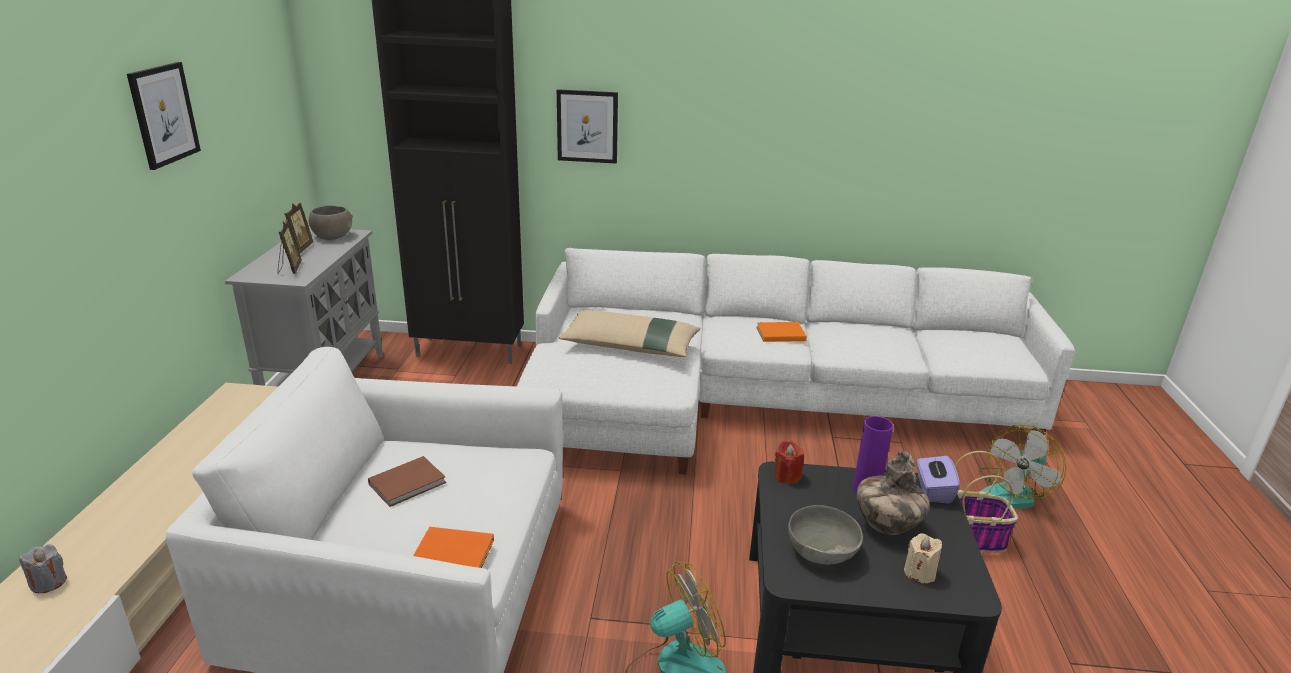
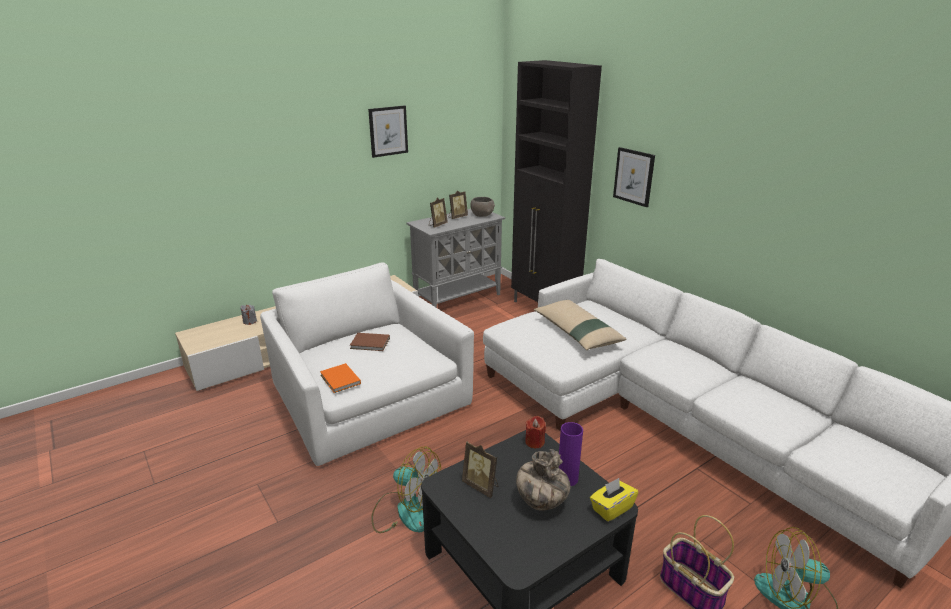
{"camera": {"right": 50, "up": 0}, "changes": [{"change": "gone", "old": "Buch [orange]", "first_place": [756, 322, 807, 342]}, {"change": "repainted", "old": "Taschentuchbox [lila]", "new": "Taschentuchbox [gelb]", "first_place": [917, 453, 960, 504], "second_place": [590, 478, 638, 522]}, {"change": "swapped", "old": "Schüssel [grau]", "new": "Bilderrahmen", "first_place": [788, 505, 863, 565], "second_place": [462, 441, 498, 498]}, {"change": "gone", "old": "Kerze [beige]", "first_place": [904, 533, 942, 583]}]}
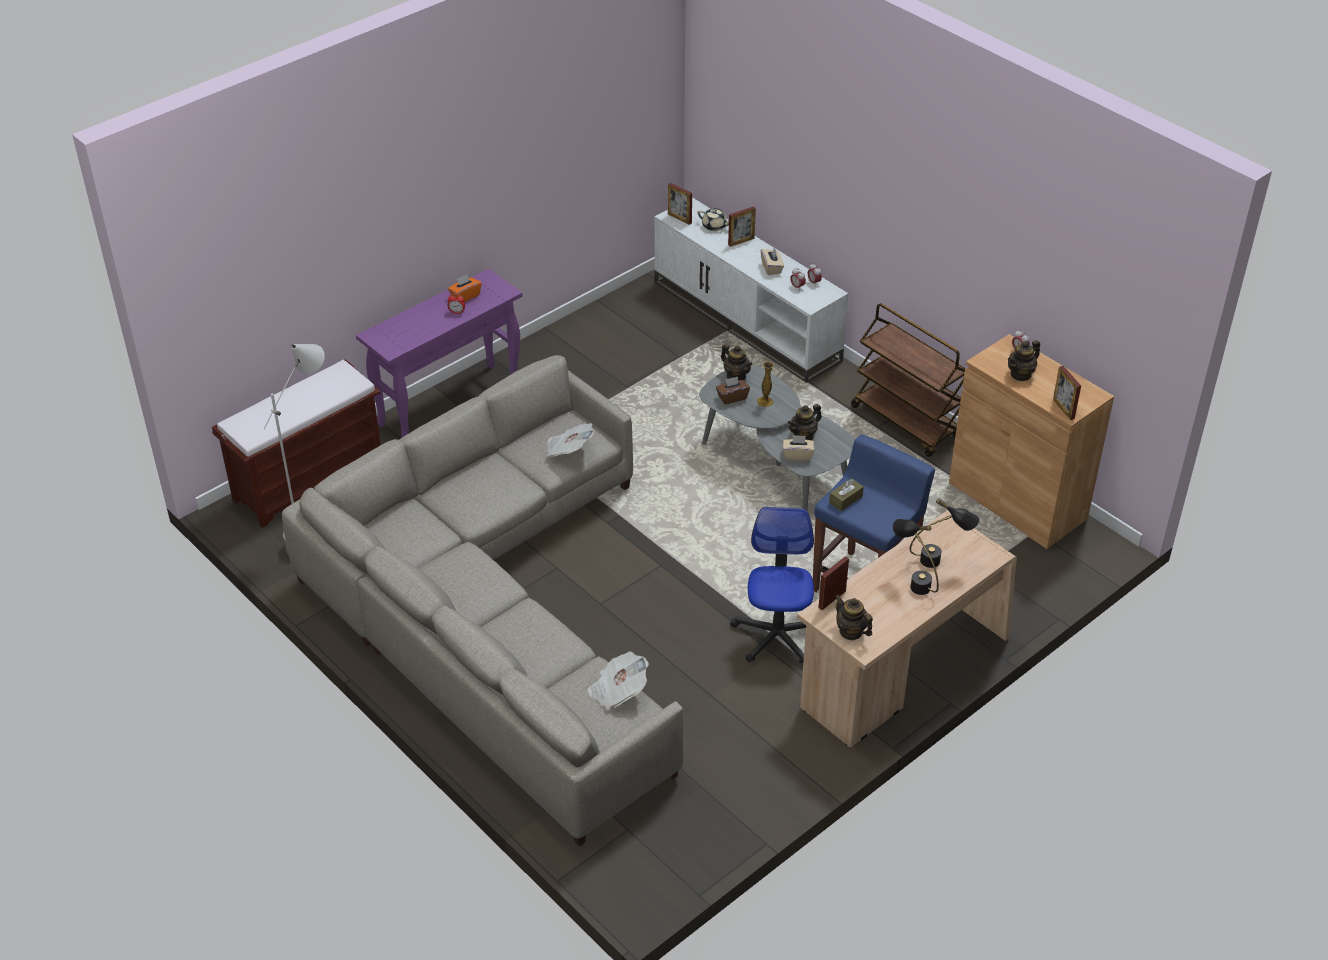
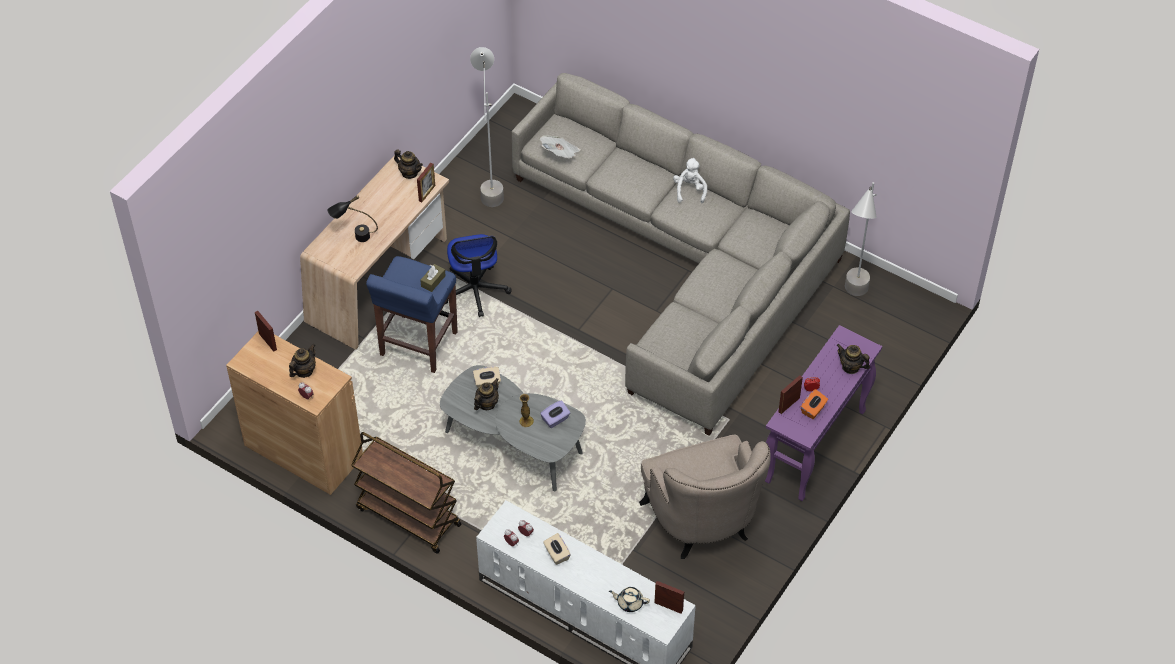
{"camera": {"right": 165, "up": 10}, "changes": [{"change": "shifted", "old": "Bilderrahmen", "first_place": [728, 206, 756, 247], "second_place": [779, 375, 803, 414]}, {"change": "shifted", "old": "Teekanne", "first_place": [721, 344, 753, 380], "second_place": [836, 344, 870, 374]}, {"change": "gone", "old": "Bank [braun]", "first_place": [212, 359, 381, 528]}, {"change": "repainted", "old": "Taschentuchbox [braun]", "new": "Taschentuchbox [lila]", "first_place": [716, 377, 750, 404], "second_place": [540, 400, 570, 428]}, {"change": "gone", "old": "Zeitung", "first_place": [546, 423, 594, 457]}, {"change": "gone", "old": "Tischlampe [schwarz]", "first_place": [892, 519, 939, 595]}, {"change": "new", "new": "Stehlampe [grau]", "second_place": [470, 47, 504, 207]}, {"change": "new", "new": "Plüschtier [weiß]", "second_place": [673, 158, 707, 203]}, {"change": "new", "new": "Sessel [beige]", "second_place": [639, 435, 771, 559]}]}
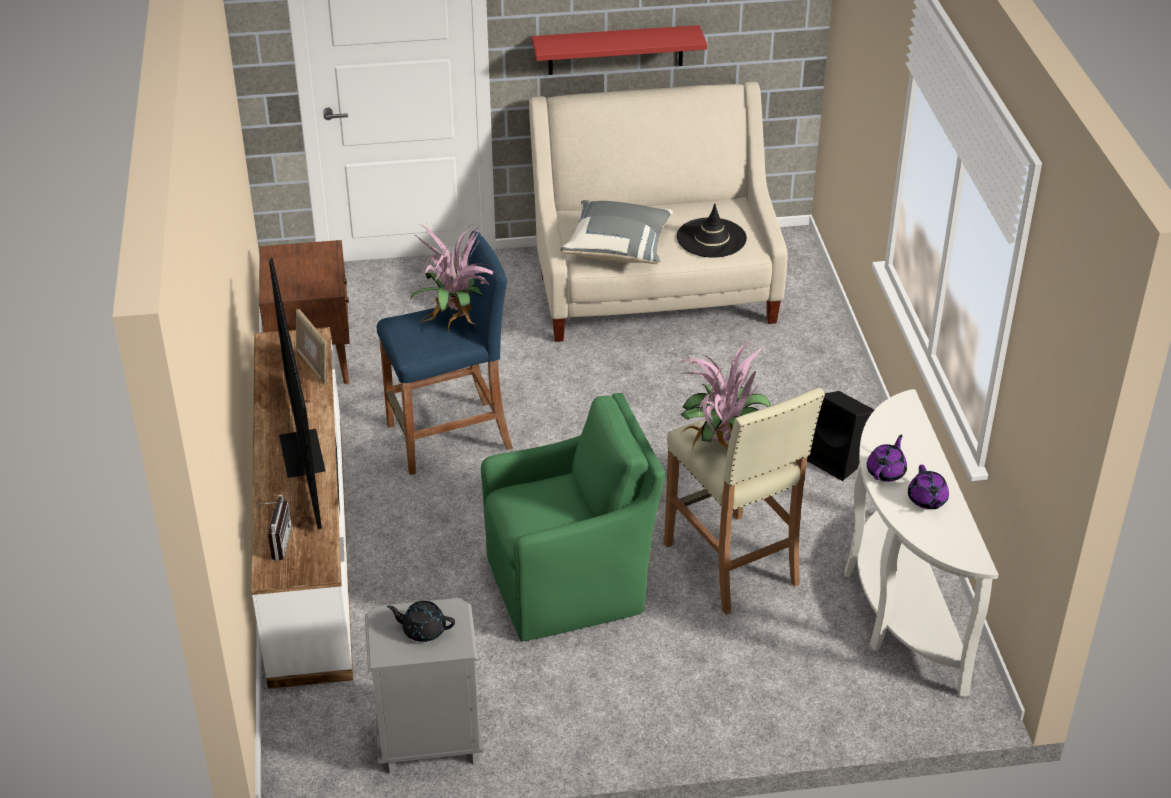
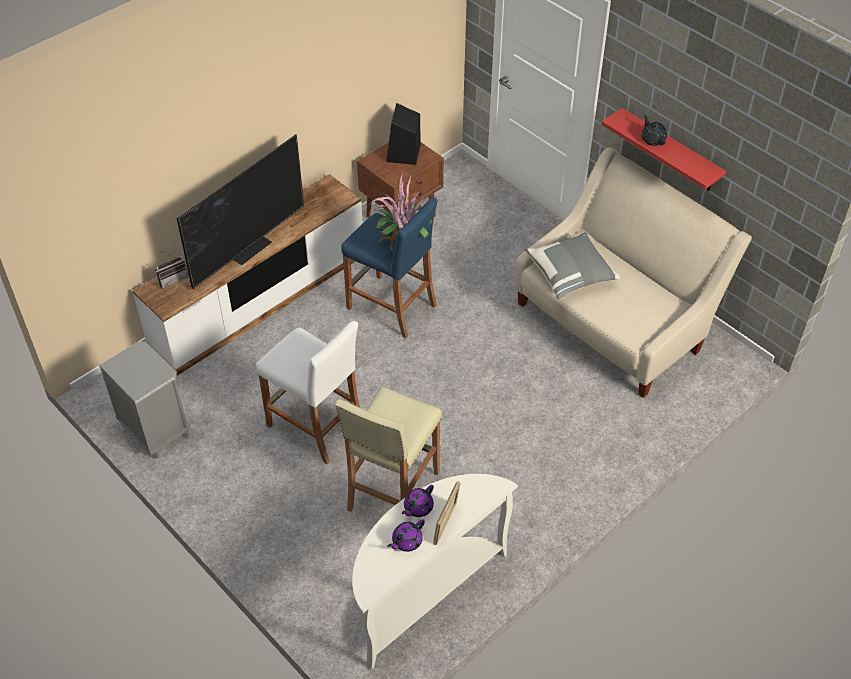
{"camera": {"right": 55, "up": 10}, "changes": [{"change": "gone", "old": "Hut [schwarz]", "first_place": [677, 204, 747, 258]}, {"change": "shifted", "old": "Bilderrahmen", "first_place": [296, 309, 327, 385], "second_place": [433, 481, 461, 545]}, {"change": "gone", "old": "Topfpflanze", "first_place": [679, 338, 770, 450]}, {"change": "shifted", "old": "Lautsprecher [schwarz]", "first_place": [807, 391, 874, 481], "second_place": [386, 103, 420, 165]}, {"change": "swapped", "old": "Sessel [grün]", "new": "Hocker [weiß]", "first_place": [481, 393, 665, 641], "second_place": [256, 320, 360, 464]}, {"change": "rotated", "old": "Teekanne [lila]", "first_place": [867, 434, 907, 482], "second_place": [402, 485, 434, 517], "degrees": 135}, {"change": "shifted", "old": "Teekanne [schwarz]", "first_place": [387, 601, 455, 642], "second_place": [641, 115, 667, 146]}]}
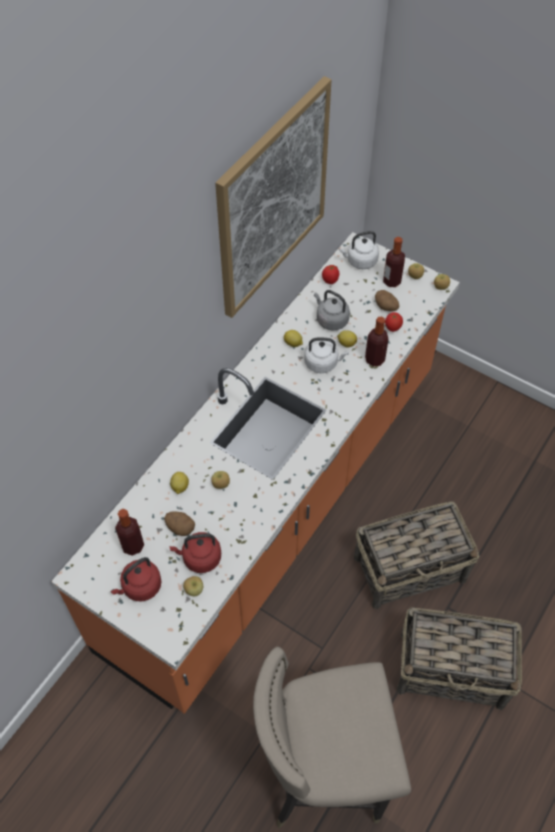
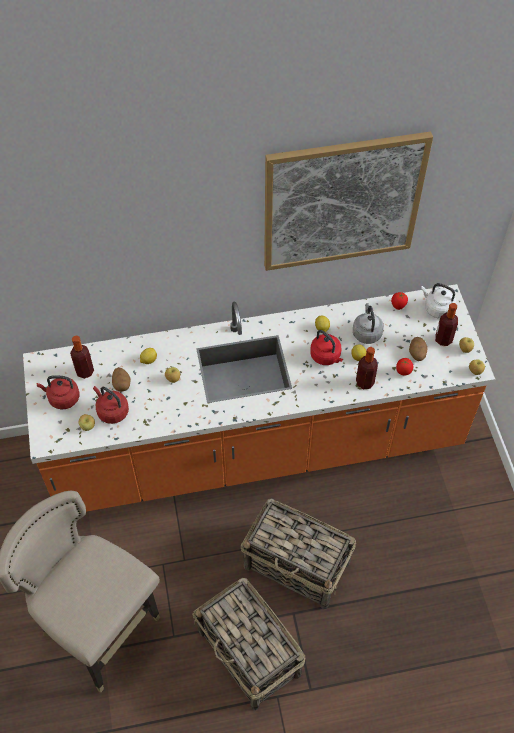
{"camera": {"right": 45, "up": 0}, "changes": [{"change": "repainted", "old": "Wasserkessel [weiß]", "new": "Wasserkessel [rot]", "first_place": [304, 338, 349, 373], "second_place": [310, 330, 343, 365]}]}
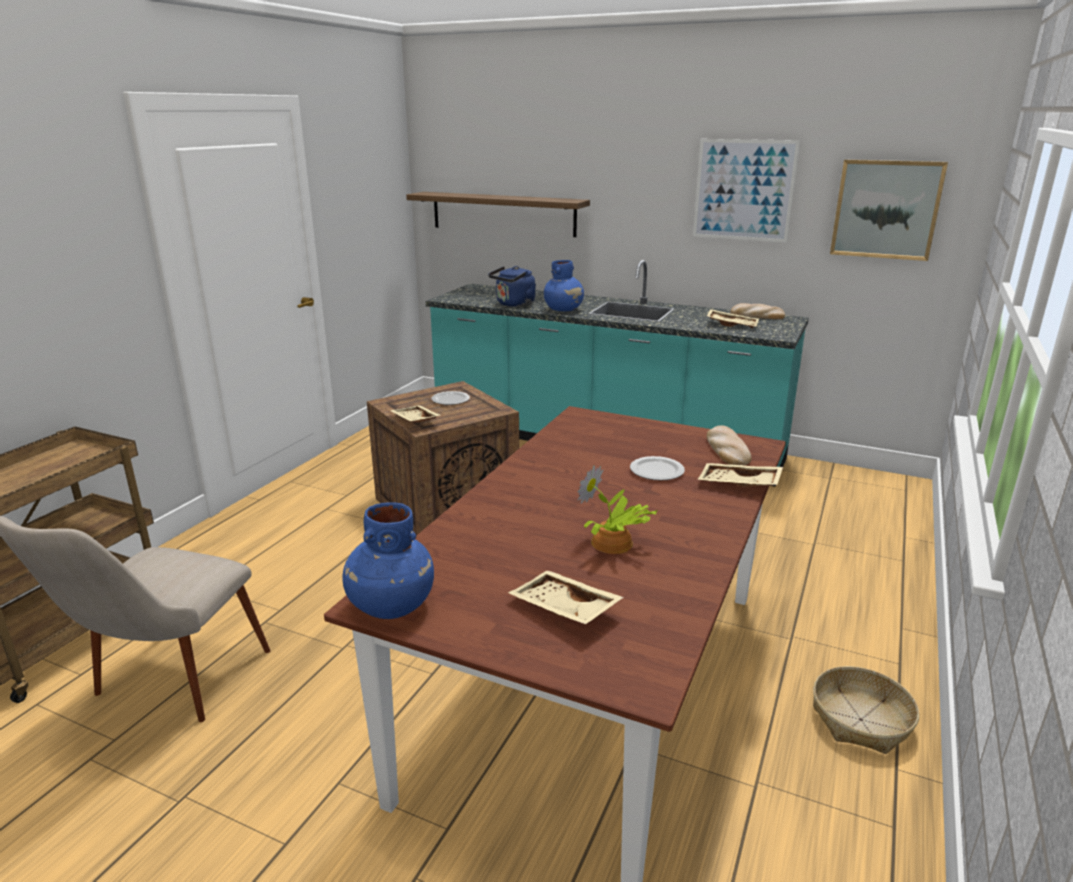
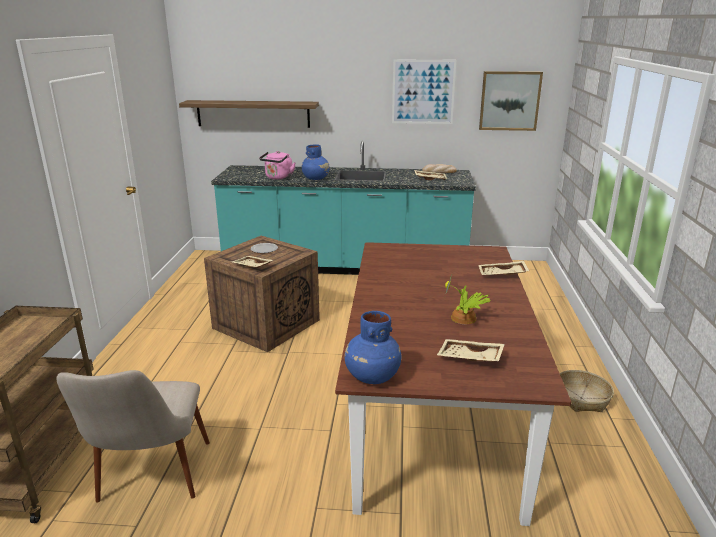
{"camera": {"right": -20, "up": 0}, "changes": [{"change": "repainted", "old": "Wasserkessel [blau]", "new": "Wasserkessel [rosa]", "first_place": [488, 266, 536, 307], "second_place": [259, 151, 295, 180]}, {"change": "gone", "old": "Brot", "first_place": [707, 426, 752, 465]}, {"change": "gone", "old": "Teller", "first_place": [630, 456, 685, 481]}]}
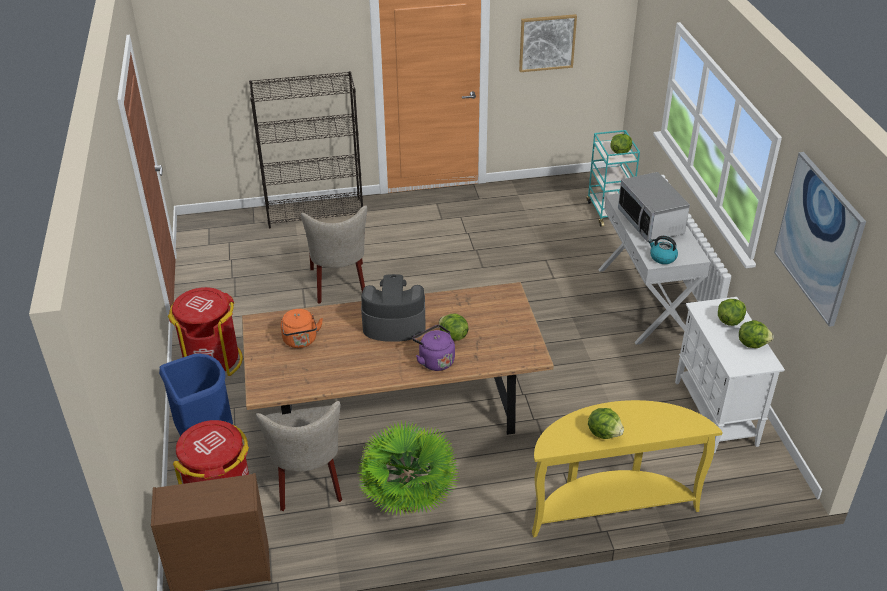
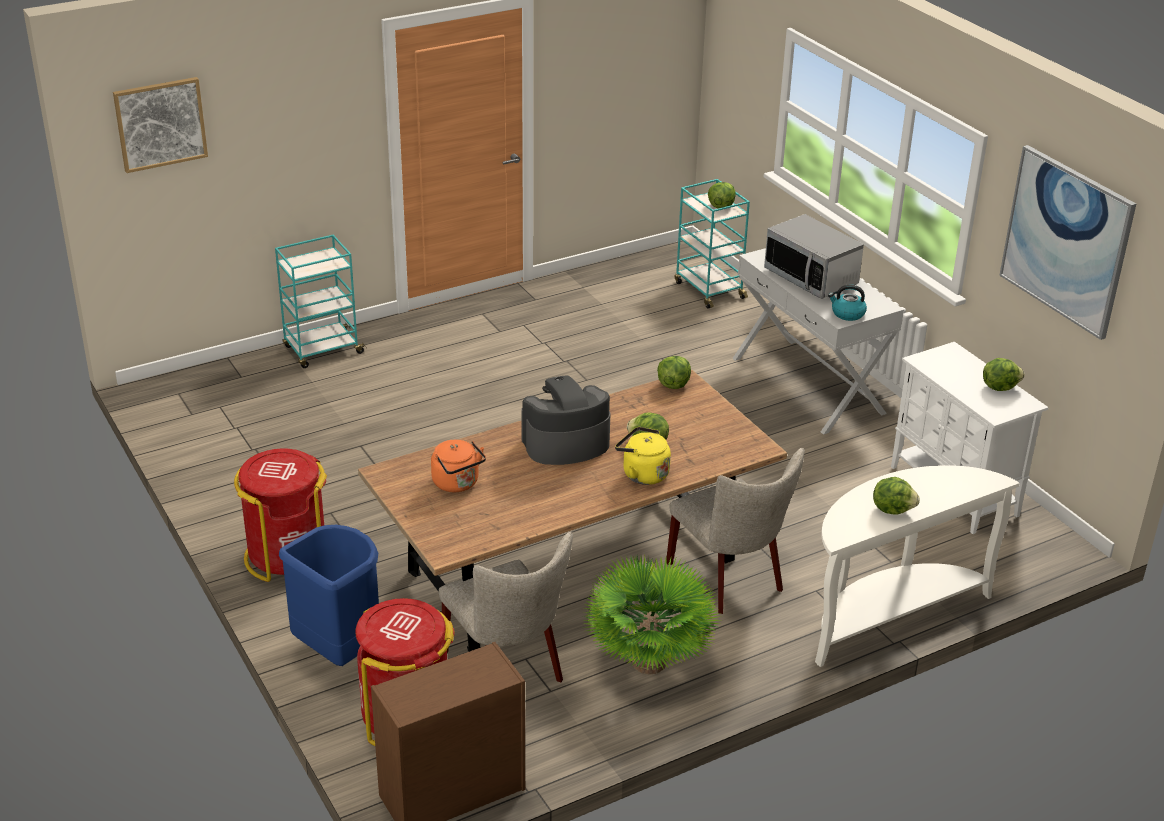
{"camera": {"right": -20, "up": -5}, "changes": [{"change": "shifted", "old": "Bild", "first_place": [519, 14, 577, 72], "second_place": [113, 77, 208, 173]}, {"change": "swapped", "old": "Bücherregal [schwarz]", "new": "Rollwagen [türkis]", "first_place": [249, 71, 363, 229], "second_place": [275, 235, 367, 368]}, {"change": "shifted", "old": "Stuhl [beige]", "first_place": [301, 205, 367, 304], "second_place": [666, 448, 805, 614]}, {"change": "shifted", "old": "Salatkopf", "first_place": [718, 299, 746, 326], "second_place": [657, 356, 691, 389]}, {"change": "repainted", "old": "Wasserkessel [lila]", "new": "Wasserkessel [gelb]", "first_place": [412, 325, 455, 371], "second_place": [615, 427, 671, 485]}, {"change": "repainted", "old": "Konsolentisch [gelb]", "new": "Konsolentisch [weiß]", "first_place": [532, 400, 723, 538], "second_place": [815, 465, 1020, 667]}]}
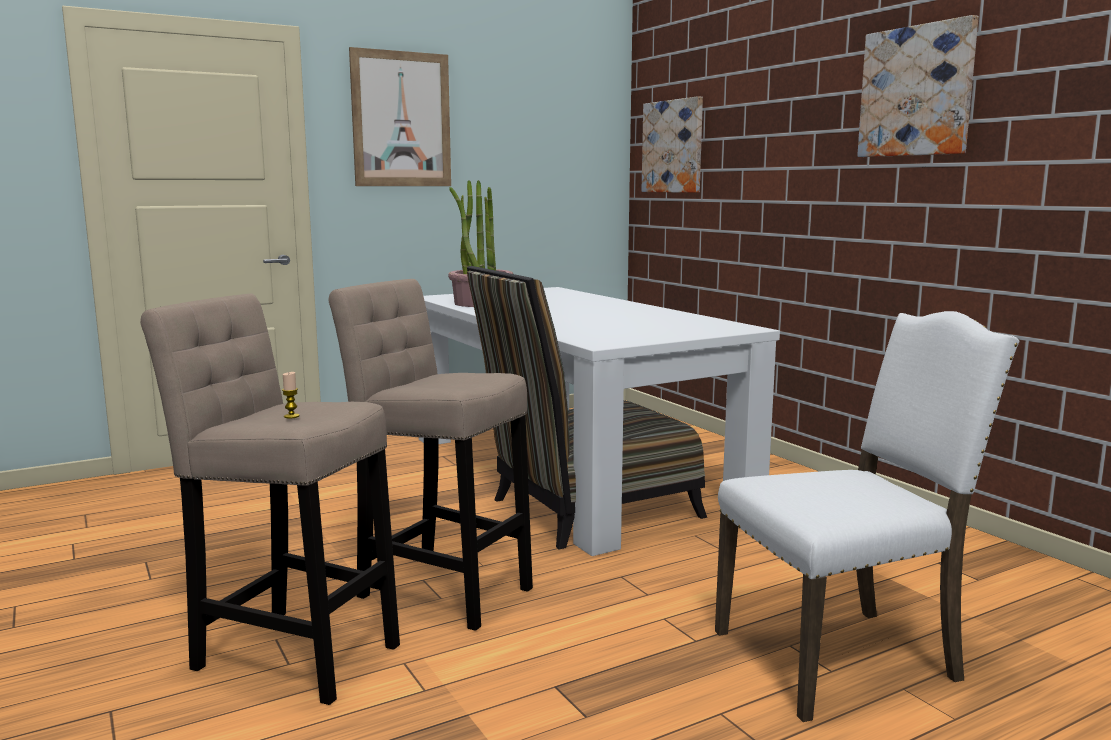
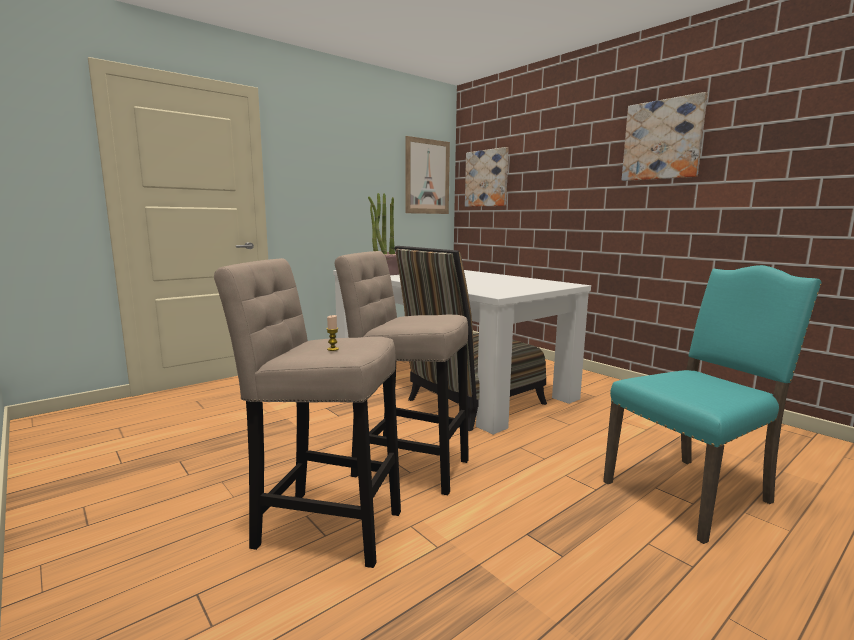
{"camera": {"right": -10, "up": 0}, "changes": [{"change": "shifted", "old": "Bild", "first_place": [349, 47, 451, 186], "second_place": [405, 136, 450, 214]}, {"change": "repainted", "old": "Stuhl [weiß]", "new": "Stuhl [türkis]", "first_place": [715, 311, 1019, 722], "second_place": [603, 265, 822, 544]}]}
